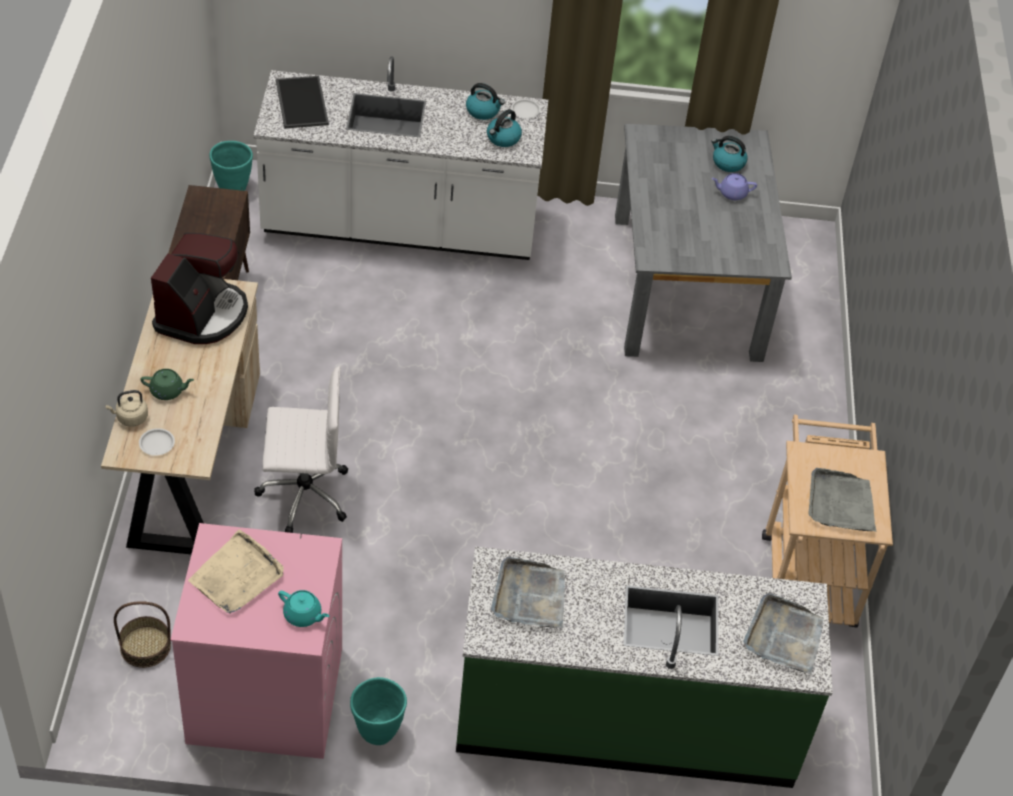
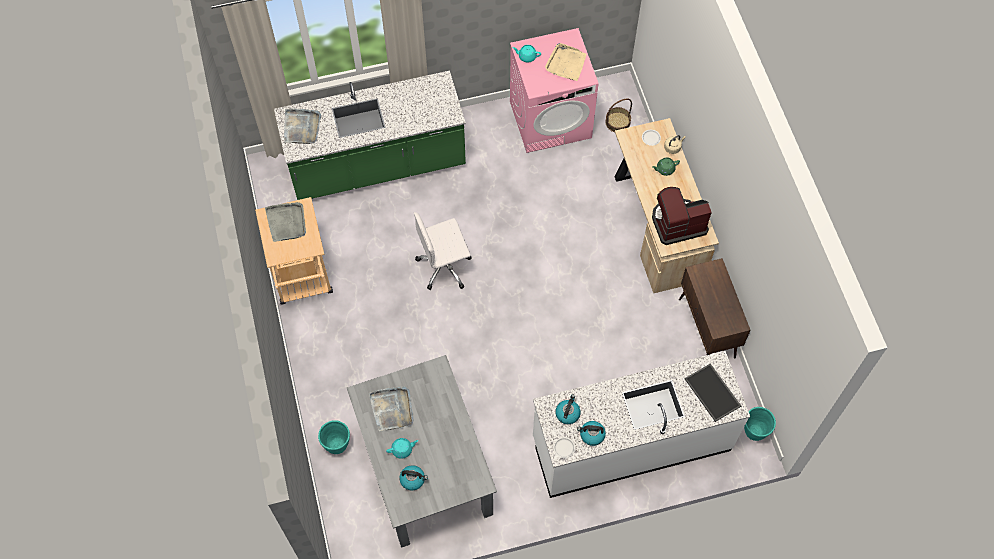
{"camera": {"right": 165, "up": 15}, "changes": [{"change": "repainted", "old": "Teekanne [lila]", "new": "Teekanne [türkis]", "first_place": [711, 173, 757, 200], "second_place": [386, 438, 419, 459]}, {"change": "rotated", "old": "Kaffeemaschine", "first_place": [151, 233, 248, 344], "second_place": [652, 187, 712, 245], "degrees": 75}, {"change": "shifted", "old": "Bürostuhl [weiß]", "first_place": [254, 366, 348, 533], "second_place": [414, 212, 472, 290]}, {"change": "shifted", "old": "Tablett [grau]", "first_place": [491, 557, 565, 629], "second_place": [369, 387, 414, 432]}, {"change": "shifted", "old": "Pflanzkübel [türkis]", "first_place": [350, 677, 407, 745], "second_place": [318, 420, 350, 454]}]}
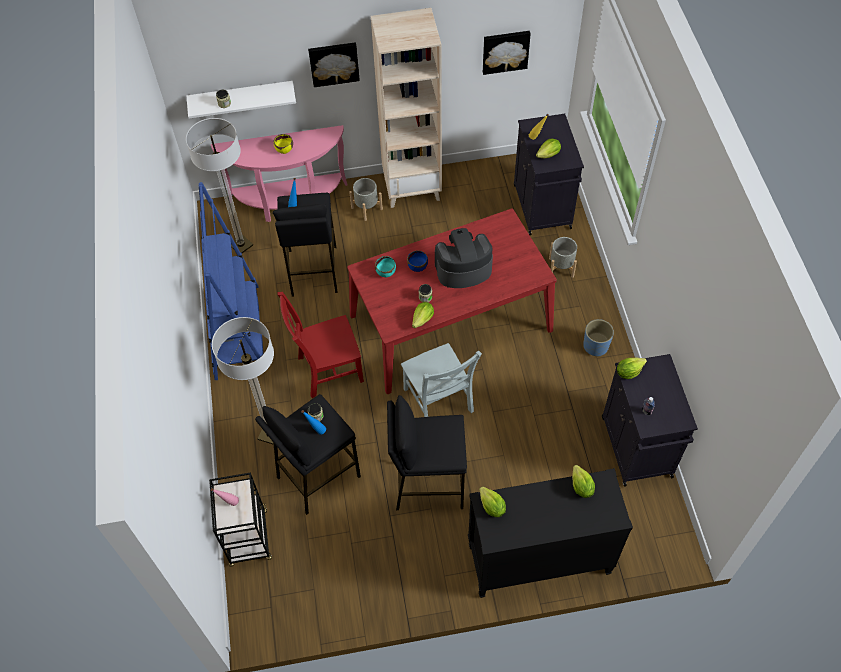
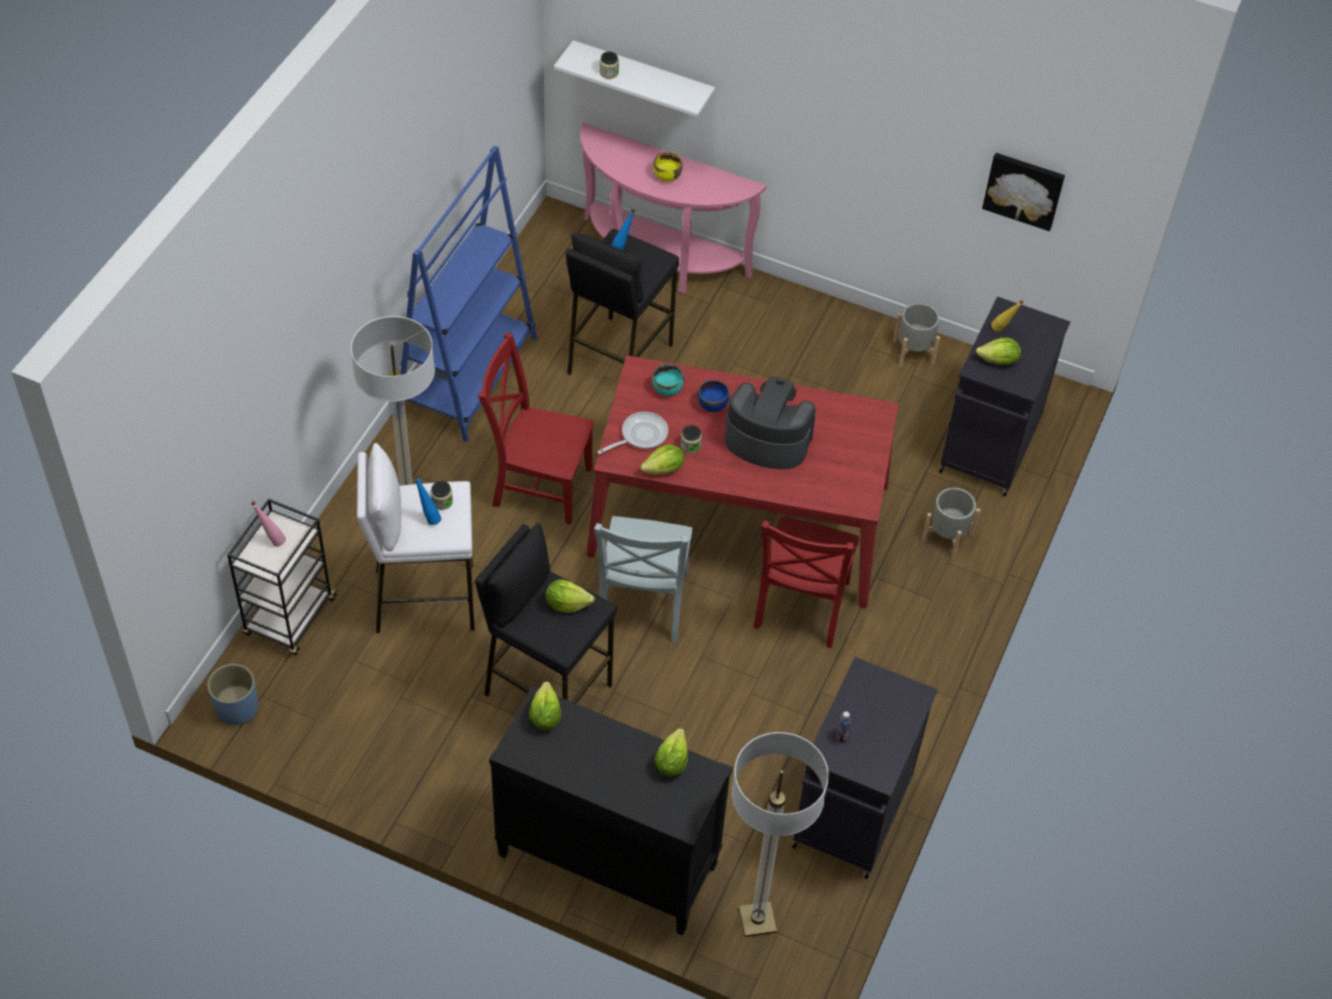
{"camera": {"right": 30, "up": -5}, "changes": [{"change": "gone", "old": "Bücherregal [beige]", "first_place": [371, 8, 442, 208]}, {"change": "gone", "old": "Bild", "first_place": [308, 42, 360, 87]}, {"change": "shifted", "old": "Stehlampe", "first_place": [186, 118, 253, 253], "second_place": [731, 732, 829, 937]}, {"change": "shifted", "old": "Pflanzkübel [grau]", "first_place": [349, 178, 383, 221], "second_place": [893, 303, 940, 367]}, {"change": "shifted", "old": "Pflanzkübel [blau]", "first_place": [583, 319, 614, 357], "second_place": [207, 664, 258, 725]}, {"change": "shifted", "old": "Salatkopf", "first_place": [617, 358, 647, 379], "second_place": [546, 580, 595, 613]}, {"change": "repainted", "old": "Hocker [schwarz]", "new": "Hocker [weiß]", "first_place": [255, 394, 361, 515], "second_place": [357, 443, 475, 633]}, {"change": "new", "new": "Pfanne", "second_place": [597, 412, 668, 454]}, {"change": "new", "new": "Stuhl [rot]", "second_place": [753, 516, 859, 648]}]}
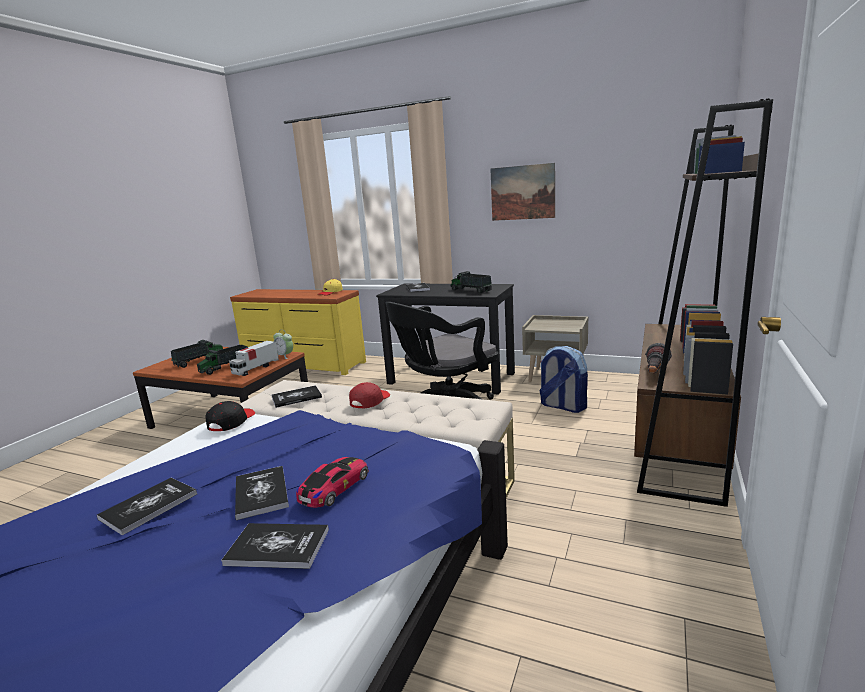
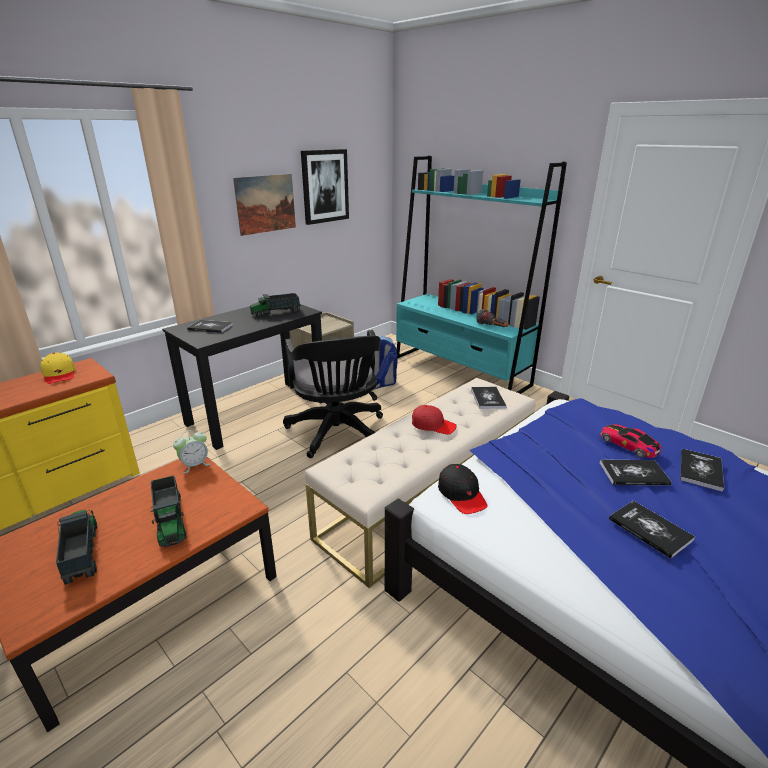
{"camera": {"right": -70, "up": 10}, "changes": [{"change": "repainted", "old": "Bücherregal [braun]", "new": "Bücherregal [türkis]", "first_place": [634, 98, 773, 507], "second_place": [396, 156, 567, 394]}, {"change": "gone", "old": "Spielzeuglaster", "first_place": [229, 341, 279, 376]}, {"change": "rotated", "old": "Kappe [rot]", "first_place": [349, 382, 390, 409], "second_place": [412, 405, 457, 434], "degrees": 150}, {"change": "shifted", "old": "Buch", "first_place": [272, 385, 322, 408], "second_place": [471, 387, 506, 409]}, {"change": "rotated", "old": "Kappe [schwarz]", "first_place": [205, 401, 255, 431], "second_place": [438, 464, 488, 514], "degrees": -150}, {"change": "new", "new": "Bild", "second_place": [301, 149, 349, 225]}]}
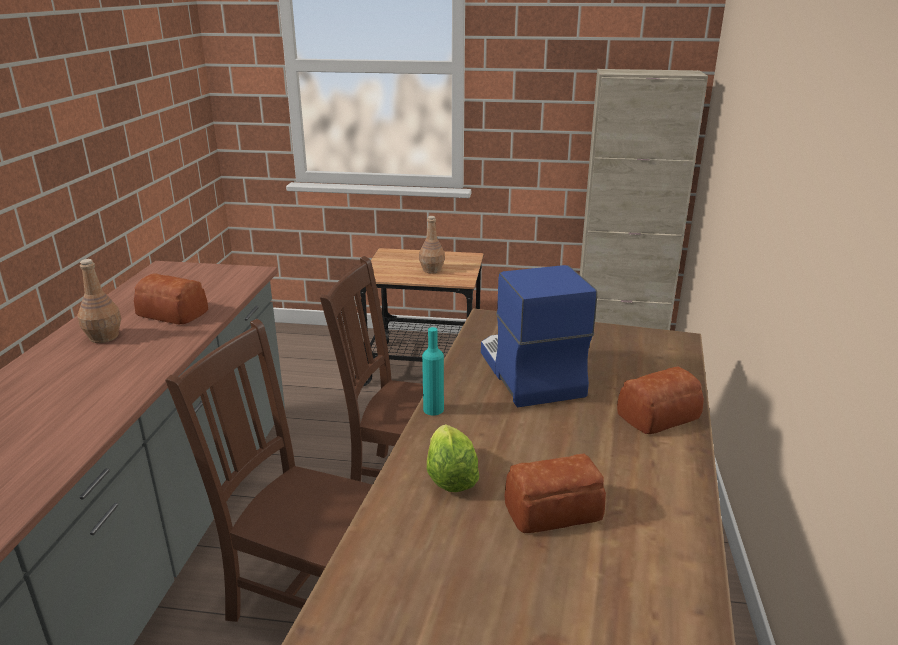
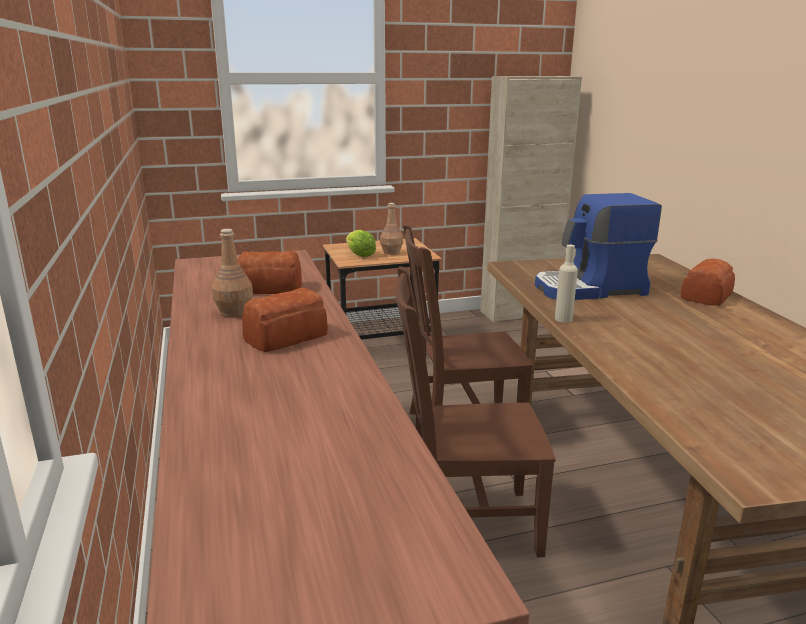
{"camera": {"right": -25, "up": -5}, "changes": [{"change": "rotated", "old": "Kaffeemaschine", "first_place": [481, 265, 597, 407], "second_place": [535, 193, 662, 300], "degrees": -60}, {"change": "repainted", "old": "Flasche [türkis]", "new": "Flasche [beige]", "first_place": [422, 327, 444, 415], "second_place": [555, 245, 578, 323]}, {"change": "shifted", "old": "Salatkopf", "first_place": [427, 424, 479, 492], "second_place": [346, 229, 376, 257]}, {"change": "shifted", "old": "Brot", "first_place": [505, 453, 606, 533], "second_place": [242, 288, 328, 352]}]}
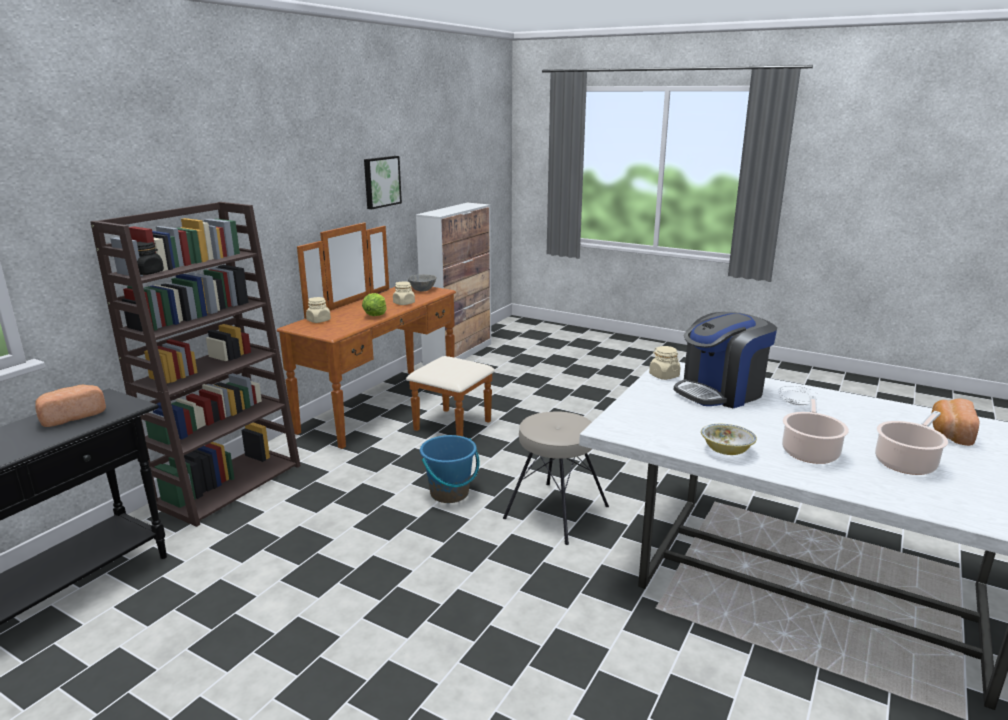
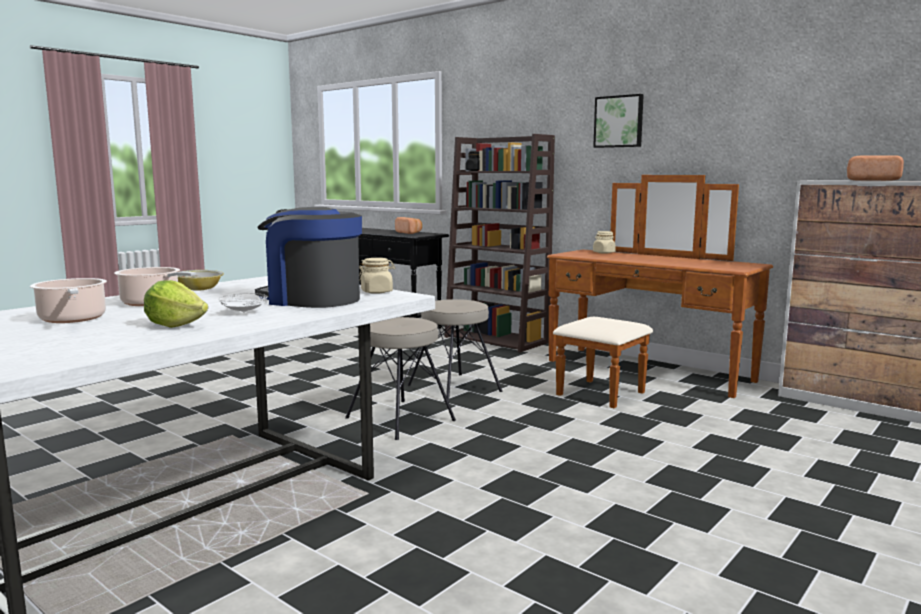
{"camera": {"right": 100, "up": -10}, "changes": [{"change": "shifted", "old": "Bild", "first_place": [364, 156, 402, 209], "second_place": [593, 94, 644, 148]}, {"change": "gone", "old": "Schüssel [grau]", "first_place": [408, 274, 437, 292]}, {"change": "gone", "old": "Vorratsglas [beige]", "first_place": [393, 282, 415, 305]}, {"change": "shifted", "old": "Salatkopf", "first_place": [362, 293, 387, 316], "second_place": [144, 280, 208, 328]}, {"change": "rotated", "old": "Kaffeemaschine", "first_place": [673, 312, 777, 408], "second_place": [255, 207, 362, 308], "degrees": -45}, {"change": "shifted", "old": "Brot", "first_place": [931, 399, 980, 446], "second_place": [847, 155, 904, 181]}, {"change": "swapped", "old": "Eimer [blau]", "new": "Hocker [beige]", "first_place": [420, 435, 480, 503], "second_place": [408, 299, 503, 402]}]}
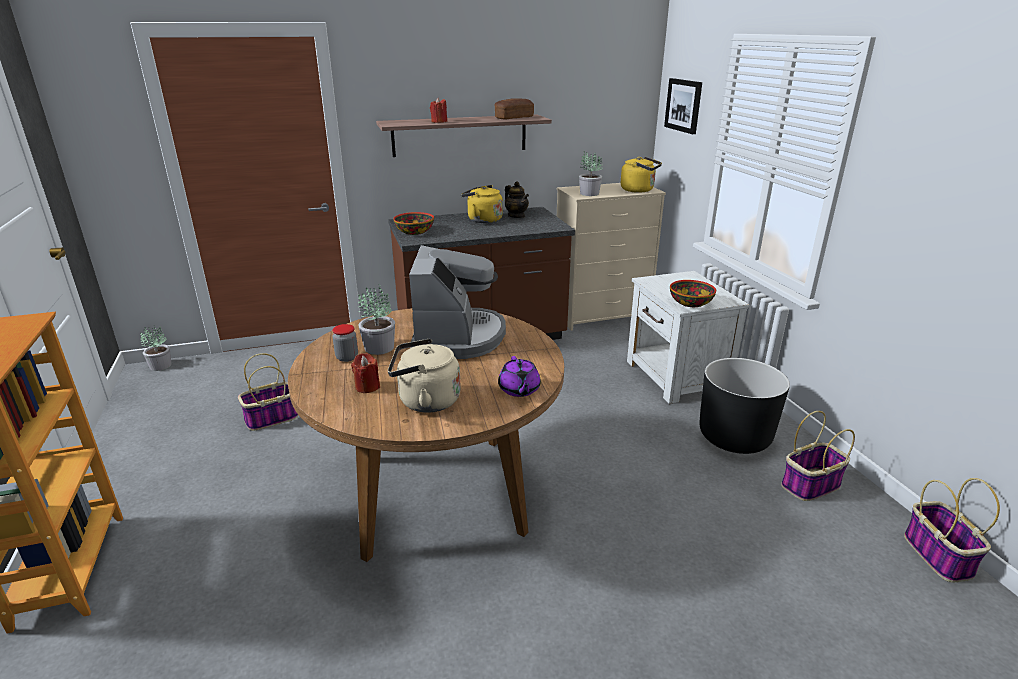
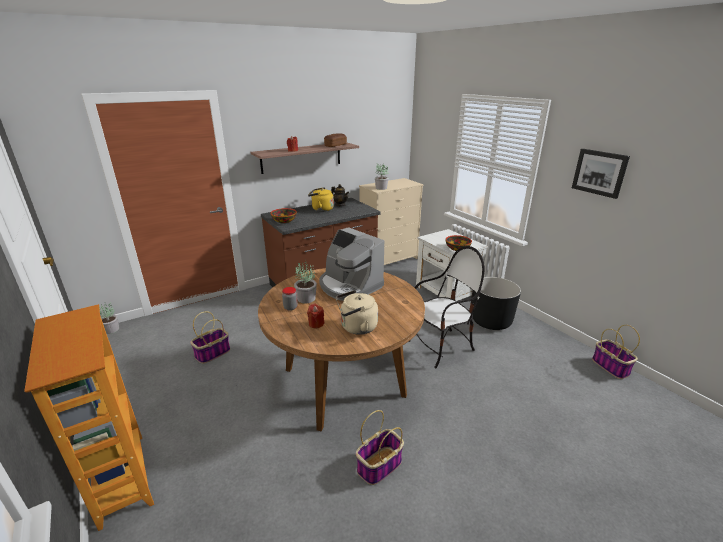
{"camera": {"right": -15, "up": 0}, "changes": [{"change": "shifted", "old": "Bild", "first_place": [664, 78, 702, 134], "second_place": [572, 149, 630, 199]}, {"change": "gone", "old": "Wasserkessel [gelb]", "first_place": [621, 157, 662, 193]}, {"change": "rotated", "old": "Kaffeemaschine", "first_place": [409, 245, 506, 359], "second_place": [319, 227, 384, 301], "degrees": 150}, {"change": "gone", "old": "Teekanne [lila]", "first_place": [498, 356, 541, 397]}, {"change": "shifted", "old": "Korb", "first_place": [781, 411, 855, 501], "second_place": [356, 410, 404, 485]}, {"change": "new", "new": "Stuhl", "second_place": [409, 246, 485, 368]}]}
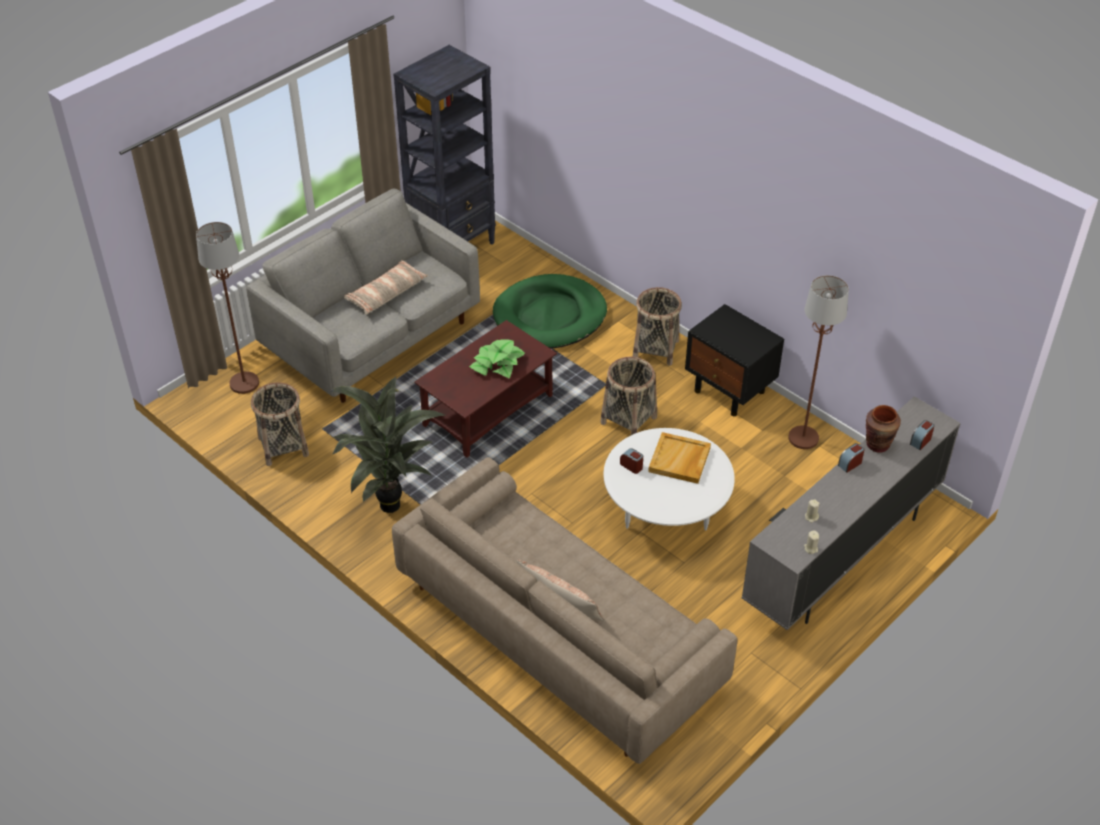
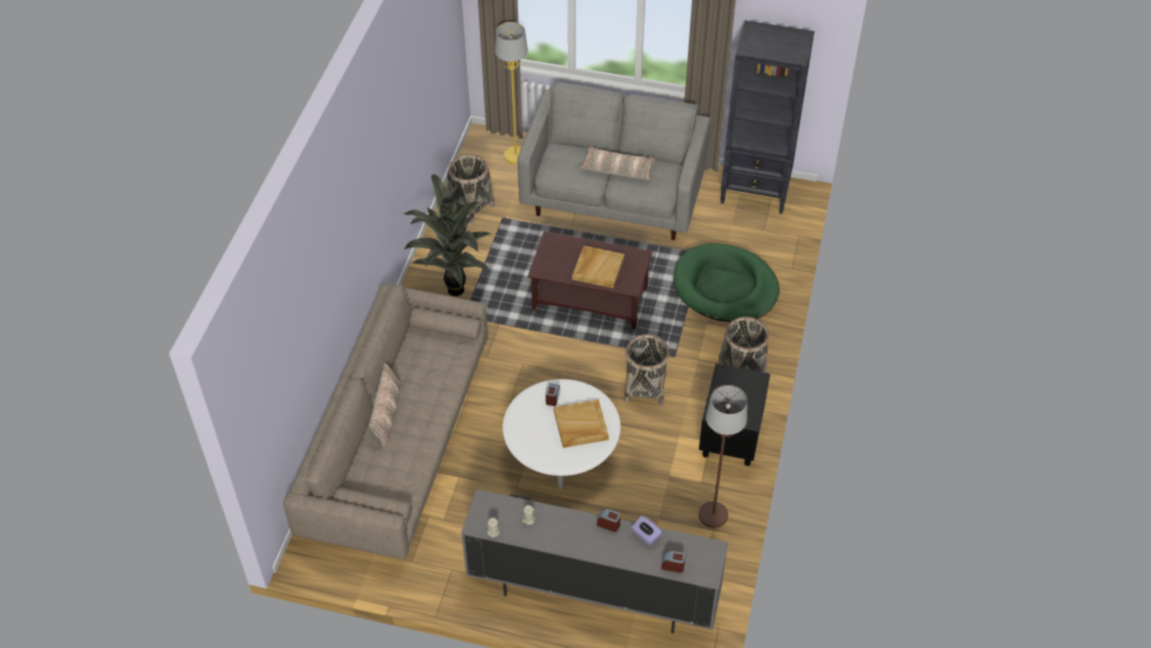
{"camera": {"right": 60, "up": 5}, "changes": [{"change": "repainted", "old": "Stehlampe [braun]", "new": "Stehlampe [gelb]", "first_place": [196, 222, 259, 394], "second_place": [495, 22, 528, 164]}, {"change": "swapped", "old": "Topfpflanze", "new": "Tablett [beige]", "first_place": [469, 339, 525, 379], "second_place": [572, 246, 624, 288]}, {"change": "swapped", "old": "Vase [braun]", "new": "Taschentuchbox [lila]", "first_place": [866, 405, 901, 453], "second_place": [631, 515, 662, 546]}]}
